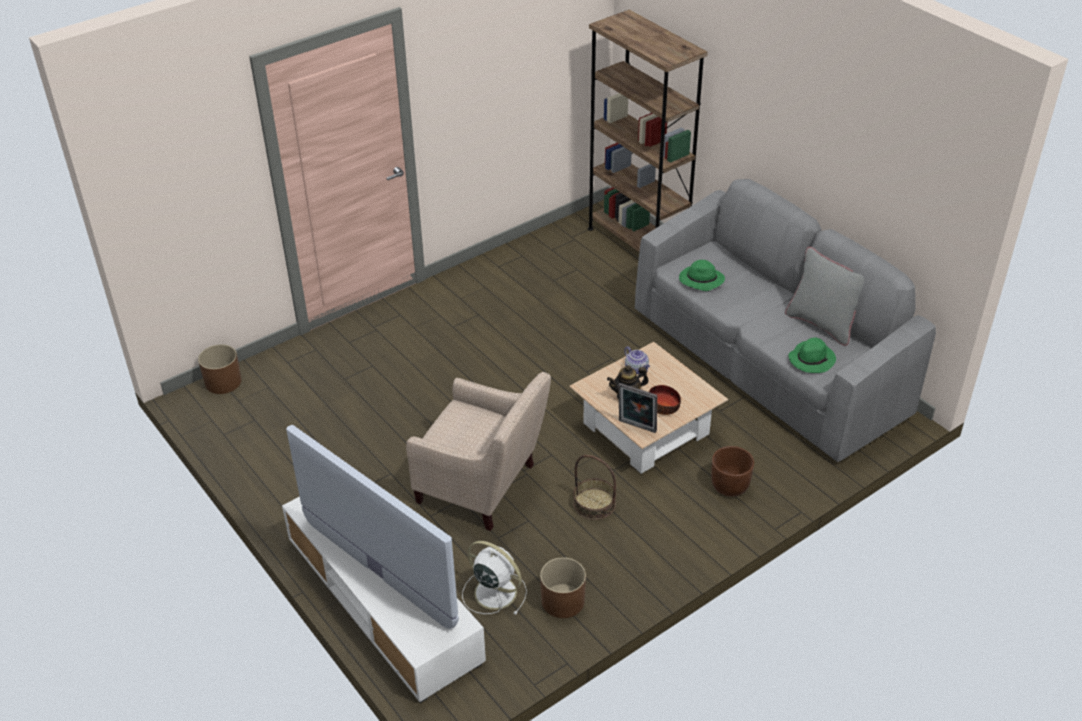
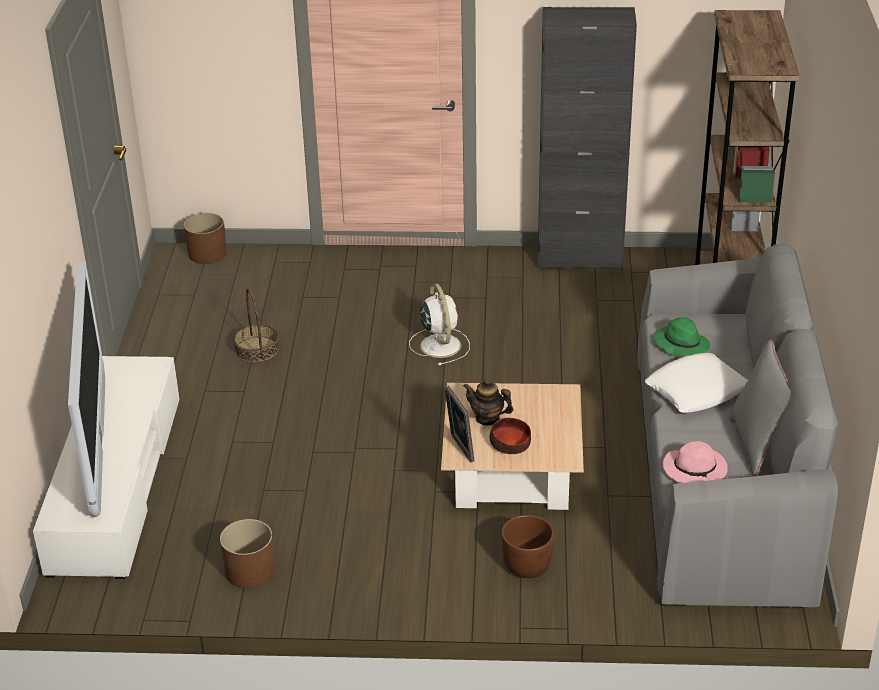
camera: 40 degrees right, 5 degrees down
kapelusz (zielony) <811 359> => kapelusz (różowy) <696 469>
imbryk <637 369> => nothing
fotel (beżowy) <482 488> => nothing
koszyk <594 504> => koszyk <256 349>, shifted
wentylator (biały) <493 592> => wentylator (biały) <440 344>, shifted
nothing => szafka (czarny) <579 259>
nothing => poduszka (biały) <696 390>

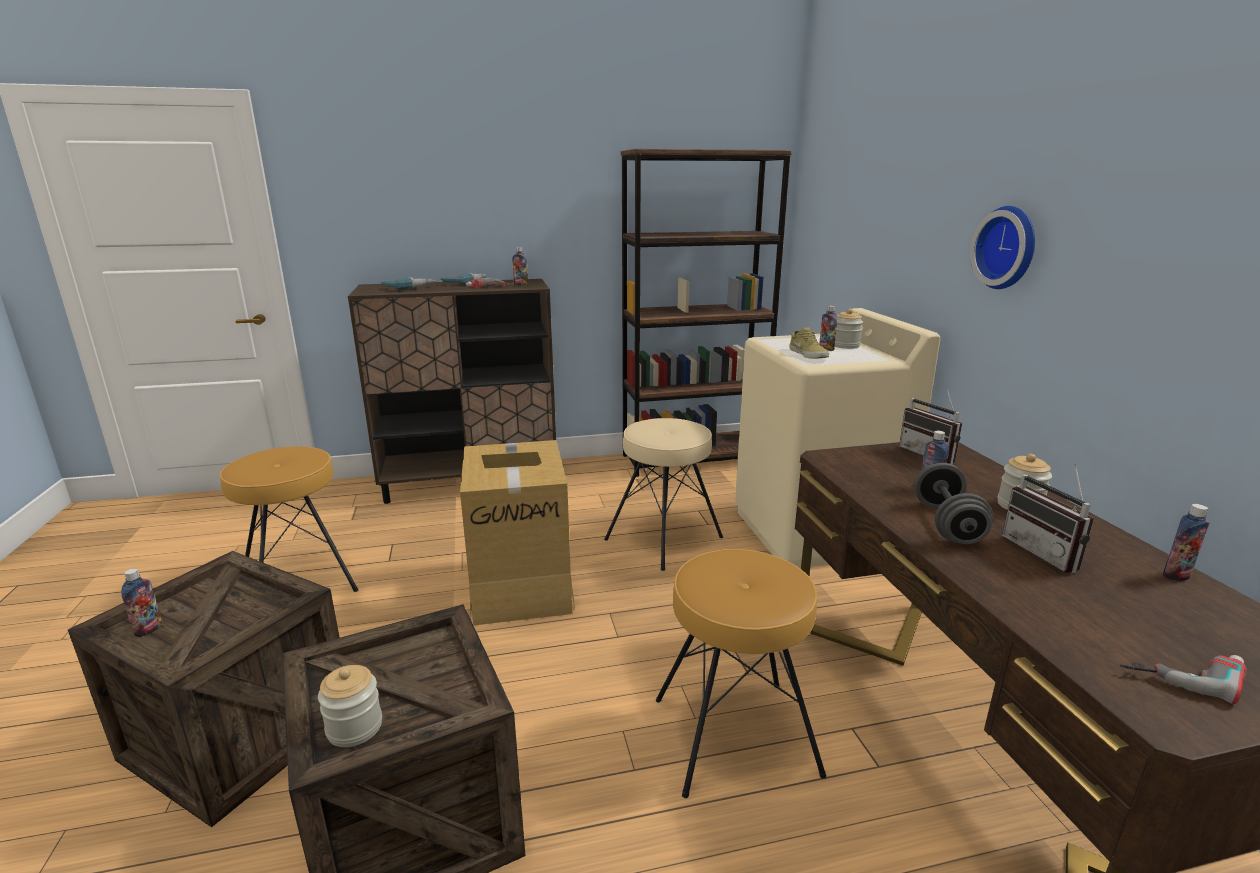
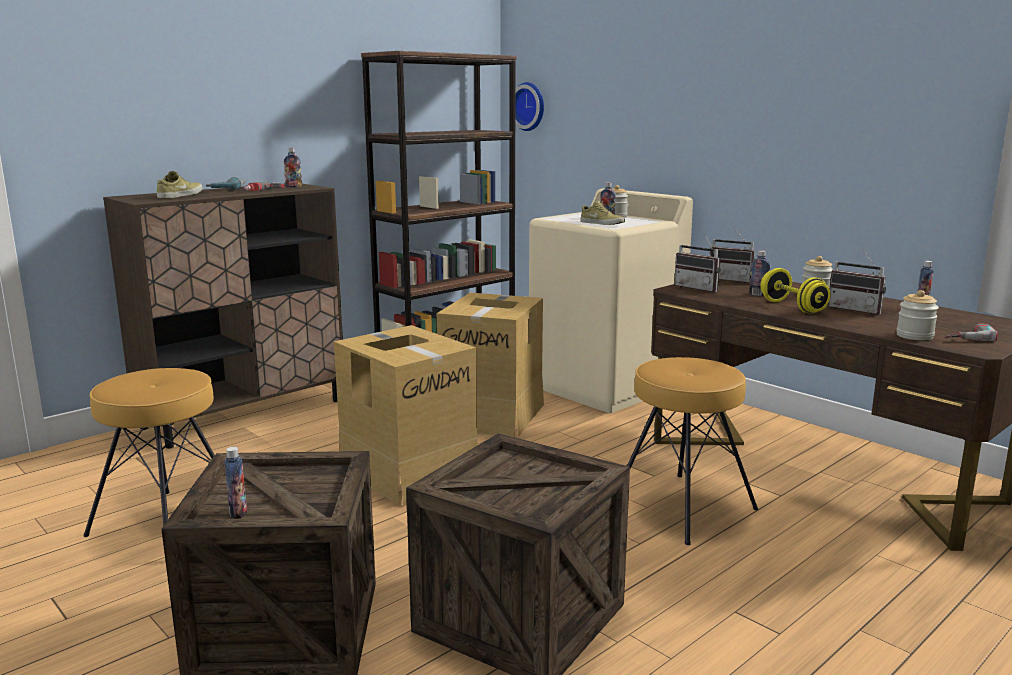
camera: 30 degrees left, 5 degrees down
zegar ścienny <1008 248> => zegar ścienny <530 106>, shifted
wiertarka <408 288> => but (beżowy) <179 195>
stołek (beżowy) <664 538> => karton <493 415>
hantel (szary) <947 524> => hantel (żółty) <792 307>
słoik <354 727> => słoik <914 336>, shifted
nothing => radio <699 288>

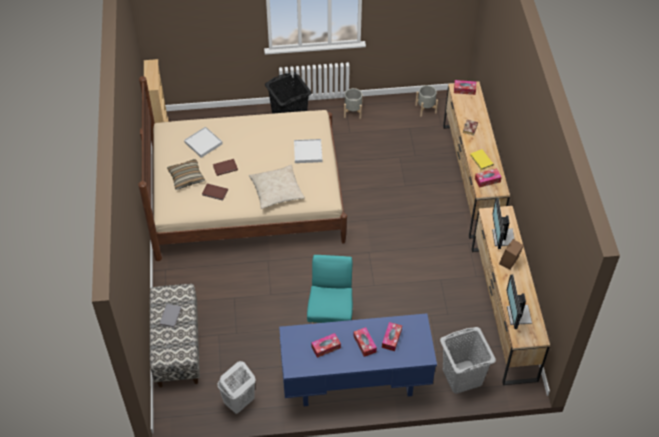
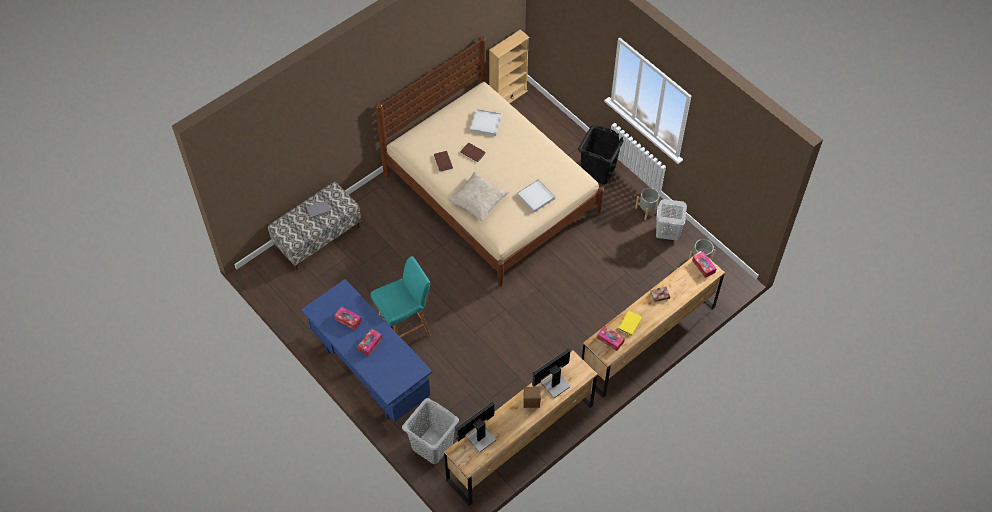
camera: 55 degrees right, 5 degrees up
poduszka <186 177> => nothing
pudełko chusteczek <391 338> => nothing
kosz na pranie (biały) <239 402> => kosz na pranie (biały) <666 234>, shifted

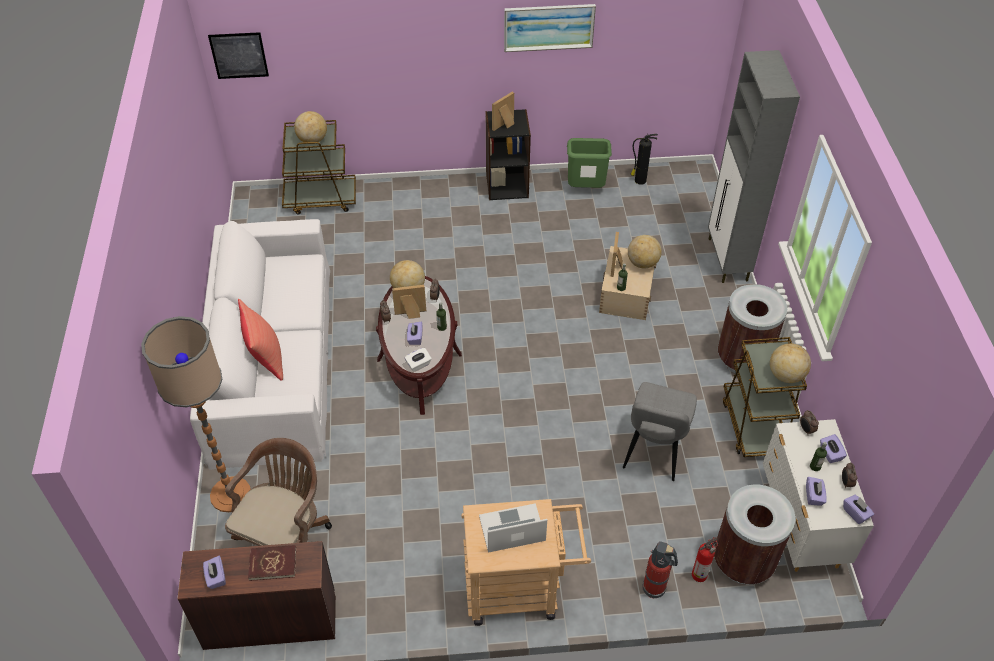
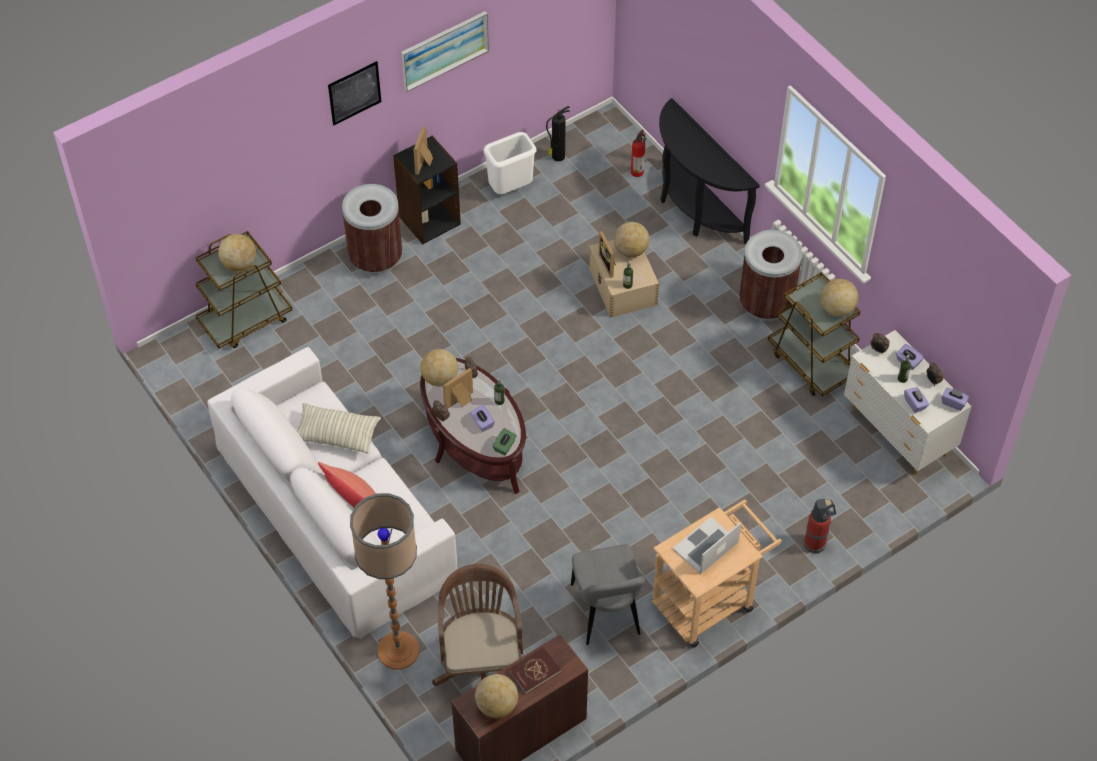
camera: 30 degrees left, 5 degrees up
obraz <239 55> => obraz <354 93>, shifted
szafka (szary) <727 260> => stolik konsolowy (czarny) <694 209>
kosz na śmieci (zielony) <586 188> => kosz na śmieci (biały) <510 189>
pudełko chusteczek (biały) <418 364> => pudełko chusteczek (zielony) <505 446>
krzesło (szary) <654 451> => krzesło (szary) <606 613>, shifted
kosz na śmieci (brązowy) <743 561> => kosz na śmieci (brązowy) <376 257>, shifted
gaśnica <700 574> => gaśnica <637 171>, shifted
pudełko chusteczek (fioletowy) <216 577> => globus <497 705>
nothing => poduszka <336 435>

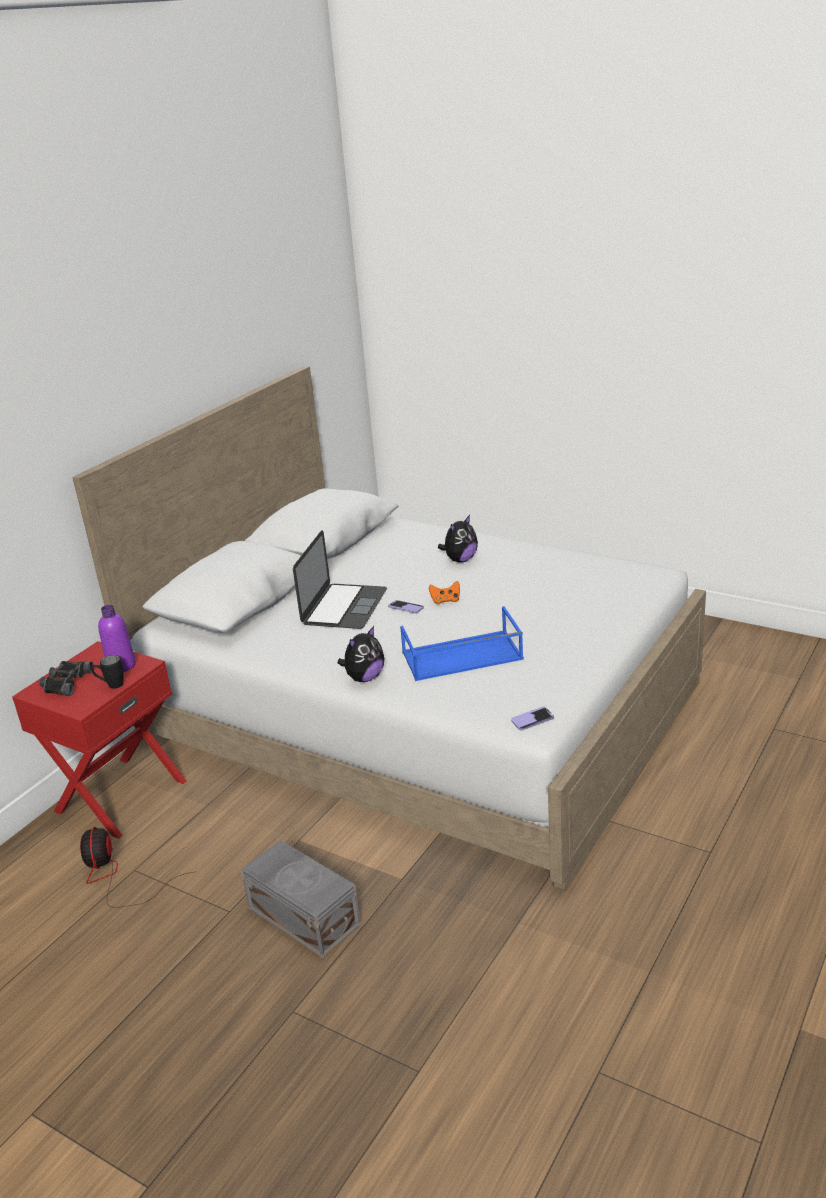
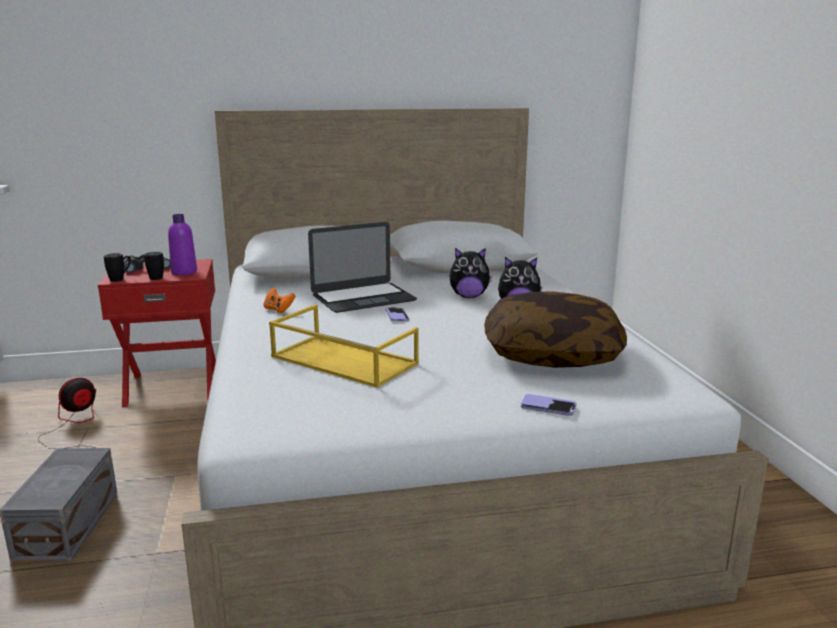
camera: 45 degrees right, 10 degrees down
pad do gier (pomarańczowy) <445 600> => pad do gier (pomarańczowy) <278 310>, shifted
taca (niebieski) <461 657> => taca (żółty) <342 360>
pluszak <364 678> => pluszak <469 296>, shifted
telefon <532 719> => telefon <548 407>, shifted
nothing => kubek (czarny) <120 279>
nothing => poduszka <552 353>

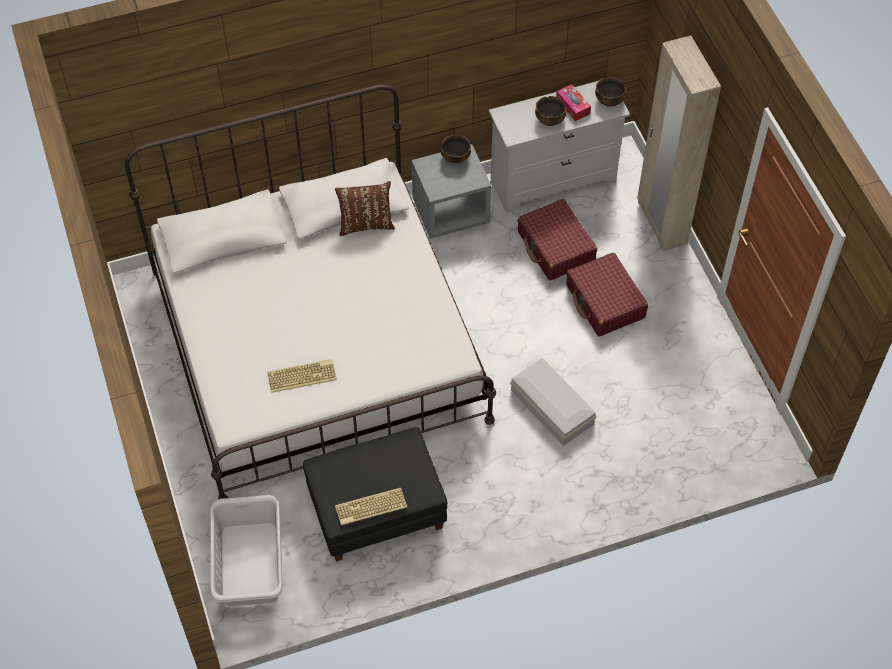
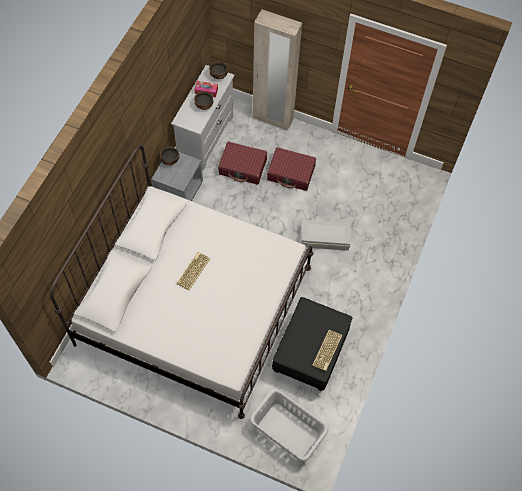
camera: 50 degrees left, 5 degrees up
poduszka (brązowy) <366 224> => nothing
klawiatura <302 375> => klawiatura <193 270>, shifted

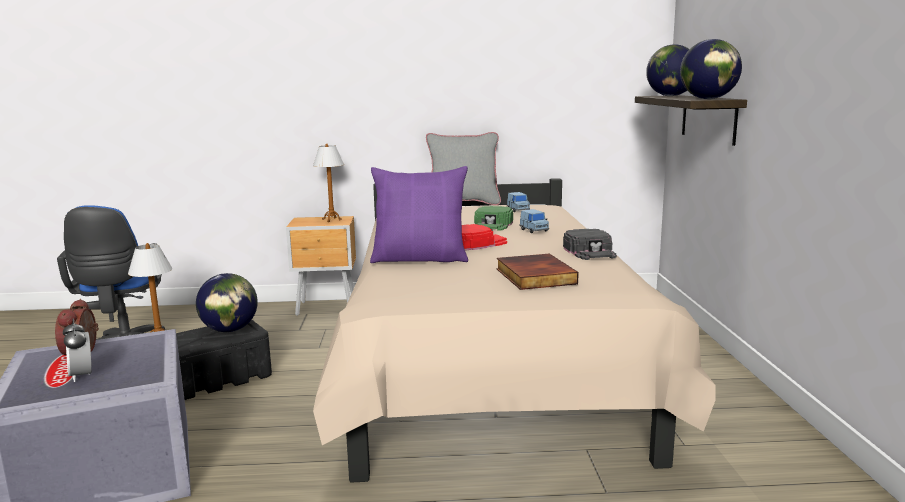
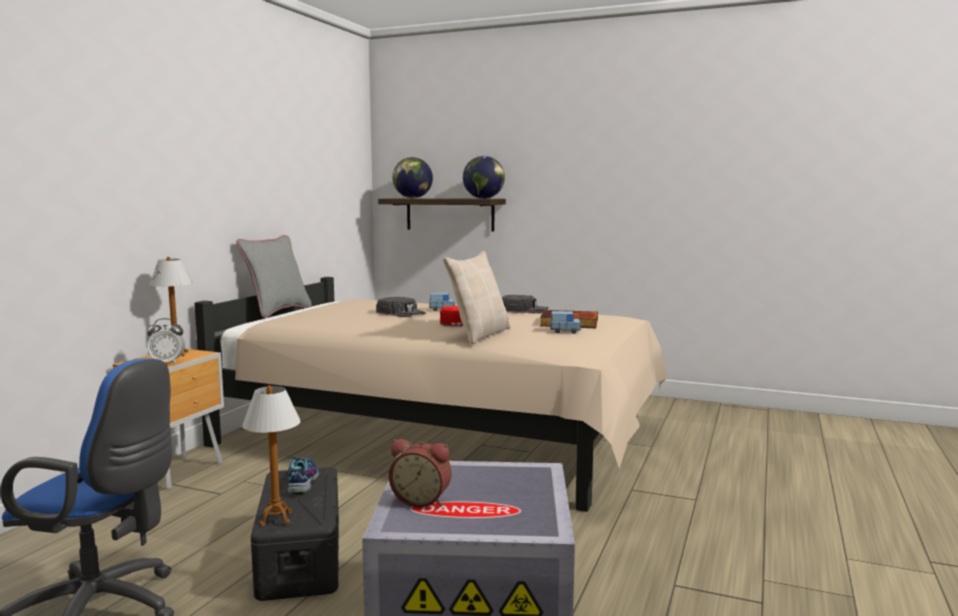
camera: 65 degrees left, 5 degrees down
poduszka (fioletowy) <420 258> => poduszka (beżowy) <479 335>
samochodzik (niebieski) <518 210> => samochodzik (niebieski) <565 331>, shifted
czapka z daszkiem (zielony) <493 224> => czapka z daszkiem (czarny) <401 313>
globus <229 330> => but <301 481>
budzik <82 375> => budzik <167 363>, shifted

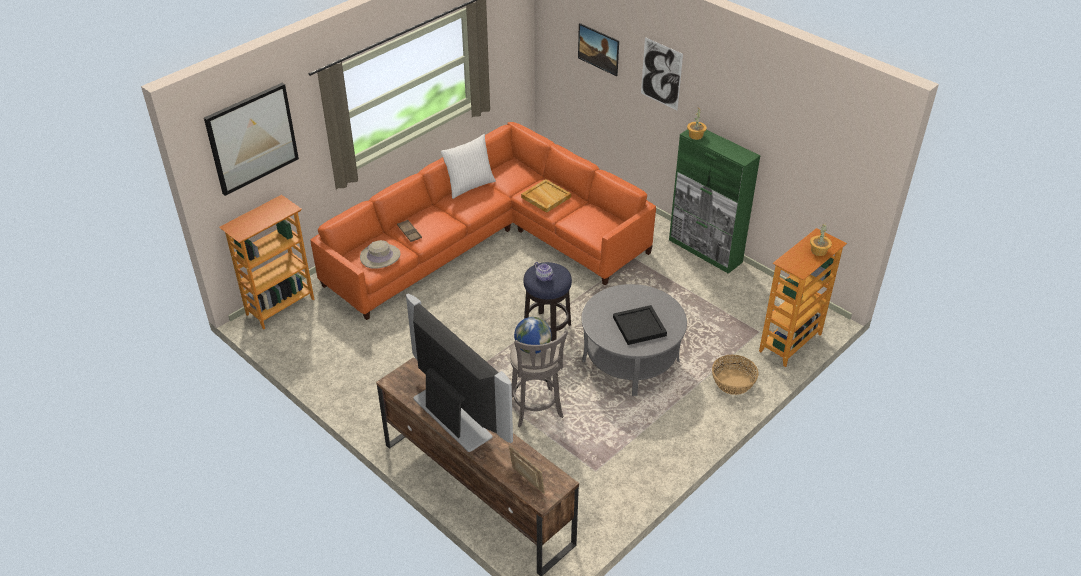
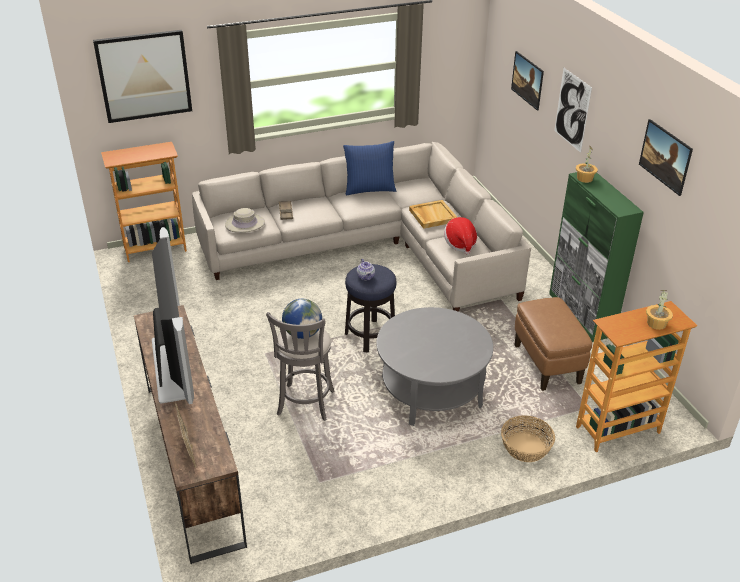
camera: 25 degrees right, 5 degrees down
kanapa (pomarańczowy) <489 241> => kanapa (beżowy) <372 247>
poduszka (biały) <469 185> => poduszka (niebieski) <369 189>
taca (czarny) <639 326> => nothing
nothing => obraz <662 168>
nothing => kapelusz <460 244>
nothing => pufa (brązowy) <547 364>

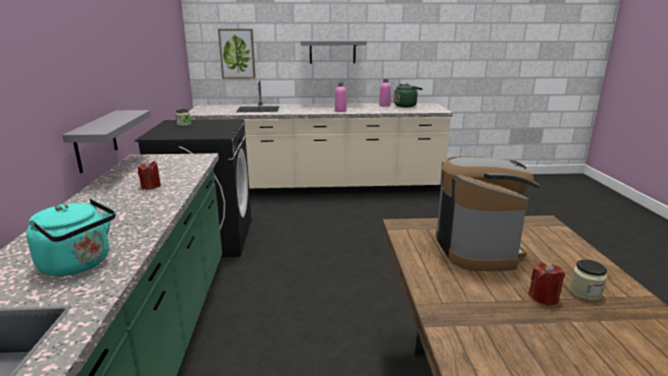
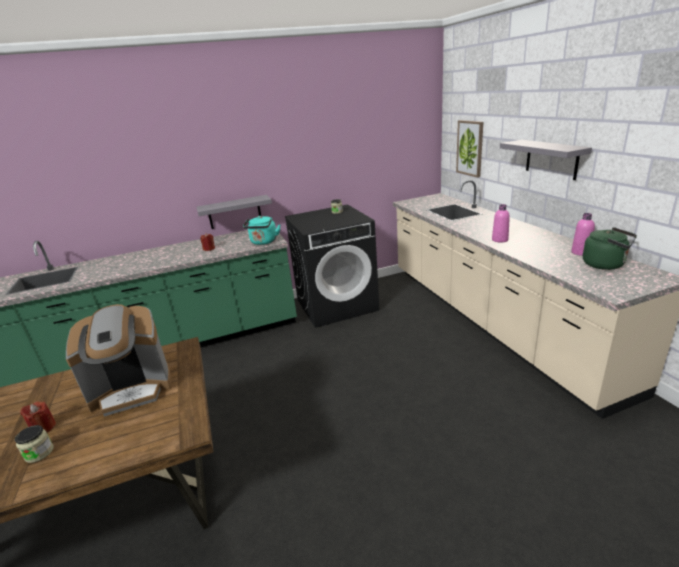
camera: 75 degrees right, 5 degrees up
czajnik (turkusowy) <79 264> => czajnik (turkusowy) <263 242>, shifted

